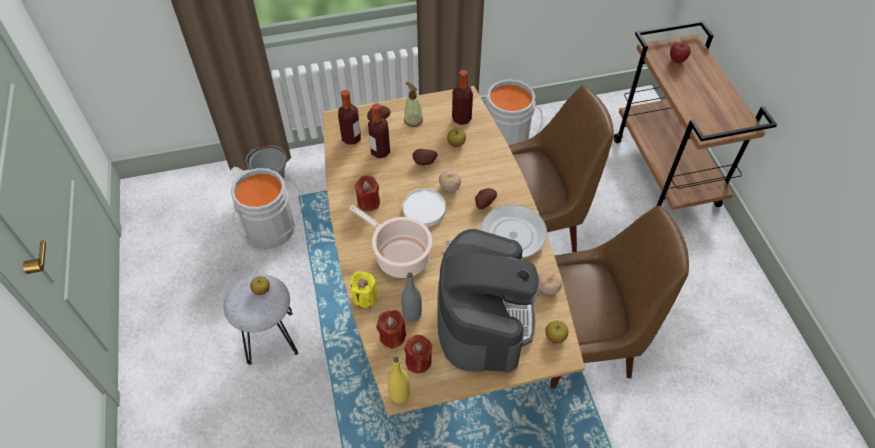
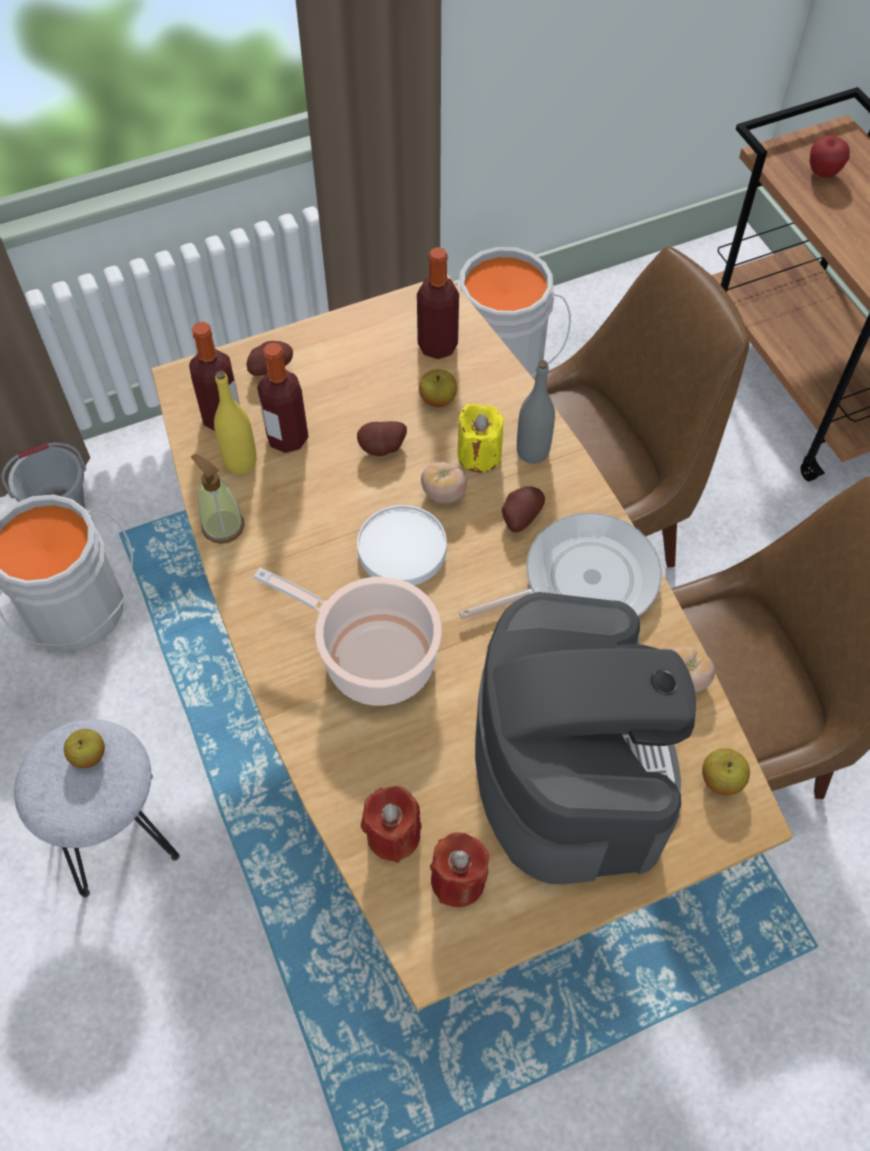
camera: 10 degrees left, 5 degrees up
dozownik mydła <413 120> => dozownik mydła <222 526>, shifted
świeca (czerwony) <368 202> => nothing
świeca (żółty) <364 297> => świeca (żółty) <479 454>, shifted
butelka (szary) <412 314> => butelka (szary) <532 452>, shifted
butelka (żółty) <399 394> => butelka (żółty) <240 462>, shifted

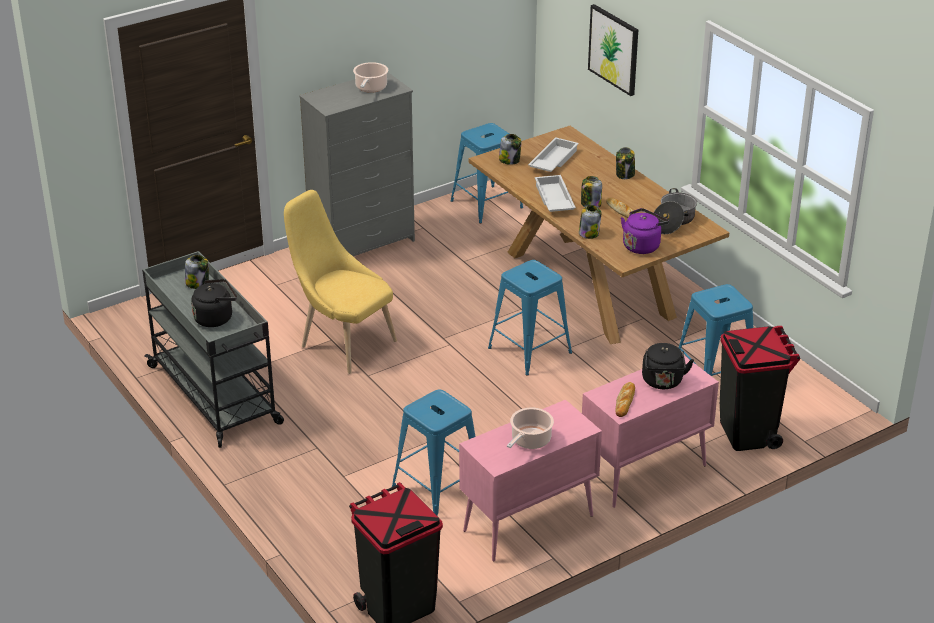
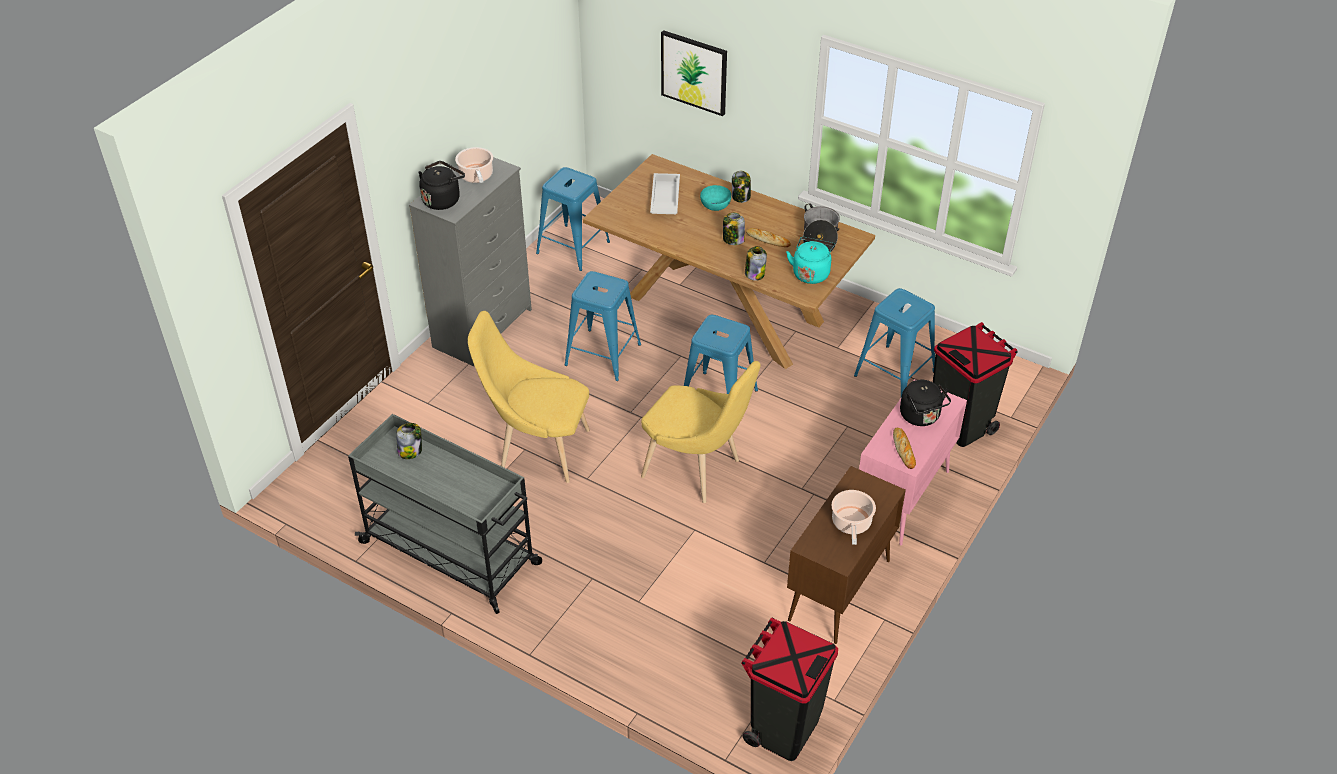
camera: 25 degrees left, 10 degrees up
słoik <510 160> => nothing
taca (biały) <553 199> => nothing
czajnik (fioletowy) <642 245> => czajnik (turkusowy) <811 273>
czajnik (czarny) <215 318> => czajnik (czarny) <443 199>, shifted
stołek (niebieski) <439 488> => stołek (niebieski) <603 354>, shifted
szafka (różowy) <527 524> => szafka (brązowy) <839 591>
nothing => miska (turkusowy) <715 206>
nothing => krzesło (żółty) <697 470>

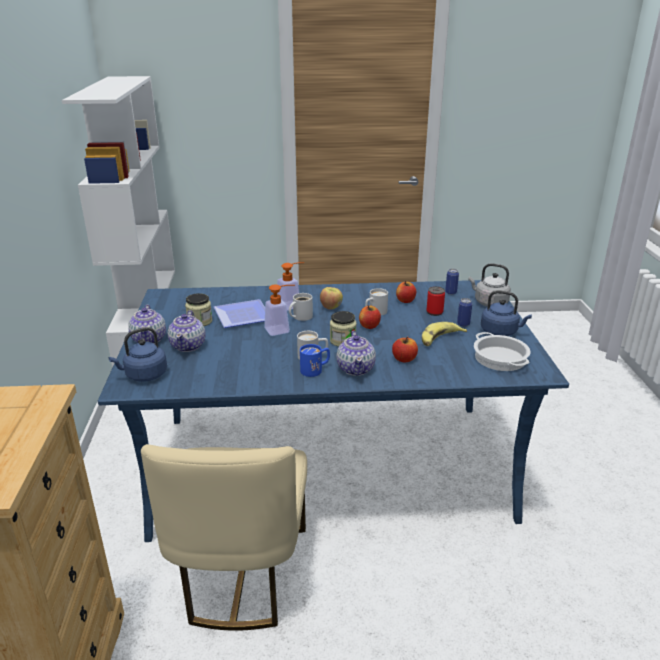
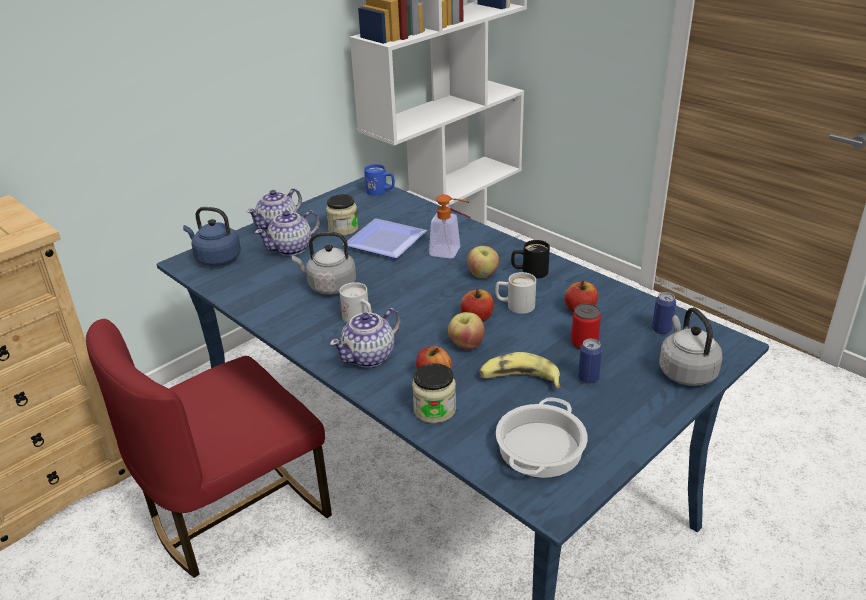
camera: 50 degrees right, 5 degrees up
dozownik mydła <281 329> => nothing
czajnik (niebieski) <501 332> => nothing
kubek (biały) <300 316> => nothing
słoik <342 341> => słoik <434 410>, shifted
kubek (niebieski) <315 370> => kubek (niebieski) <381 191>, shifted
krzesło (beżowy) <241 573> => krzesło (czerwony) <234 510>
nothing => czajnik (szary) <329 286>
nothing => kubek (czarny) <529 272>
nothing => jabłko <466 345>

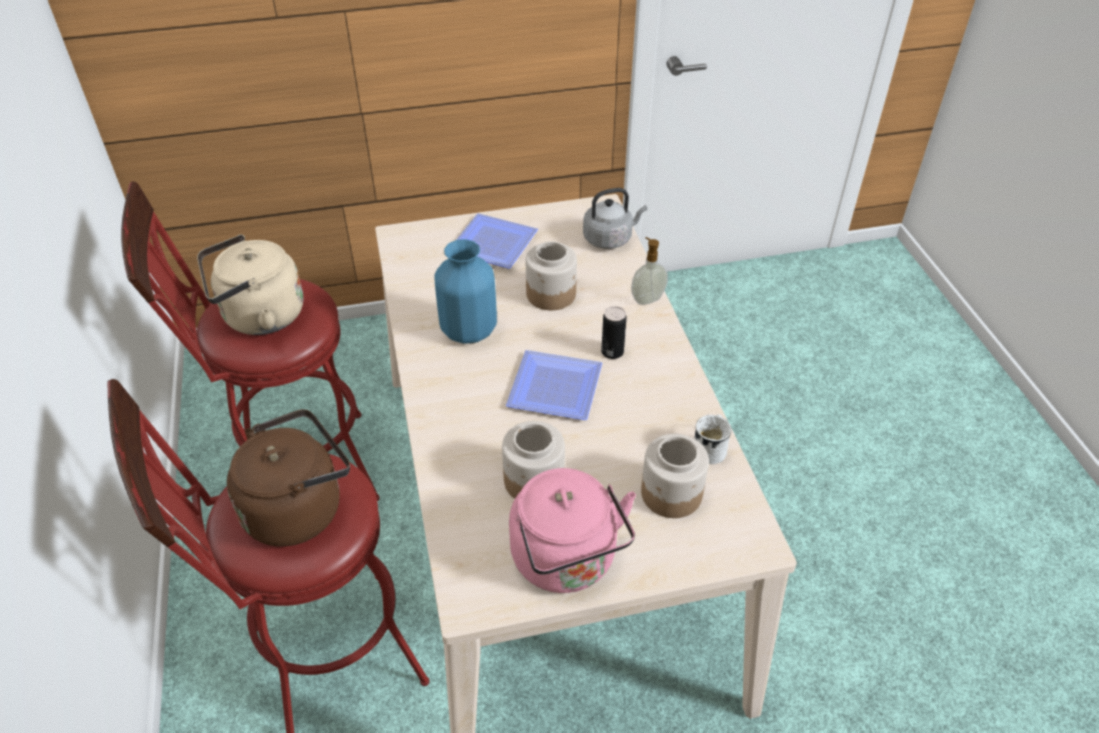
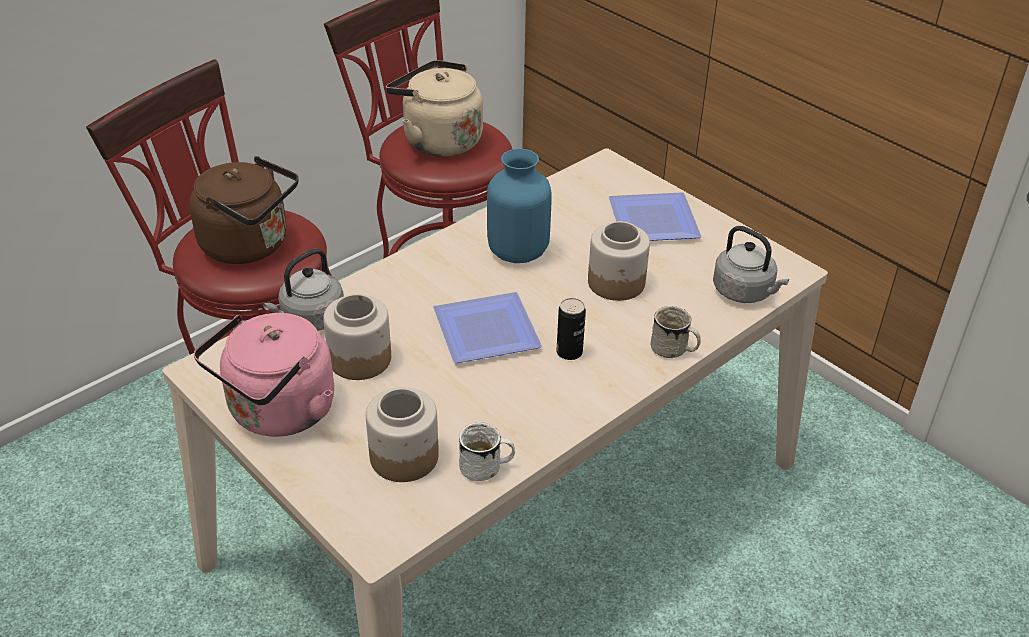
camera: 60 degrees right, 5 degrees down
dozownik mydła <647 298> => kubek (biały) <674 350>
nothing => czajnik (szary) <310 320>

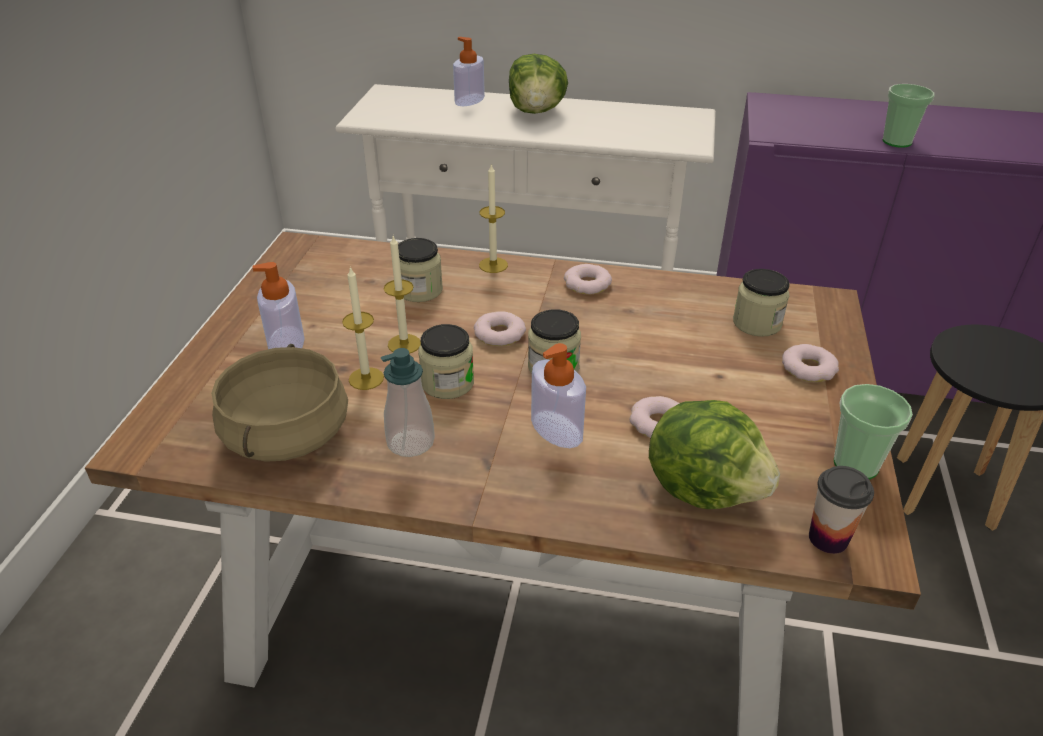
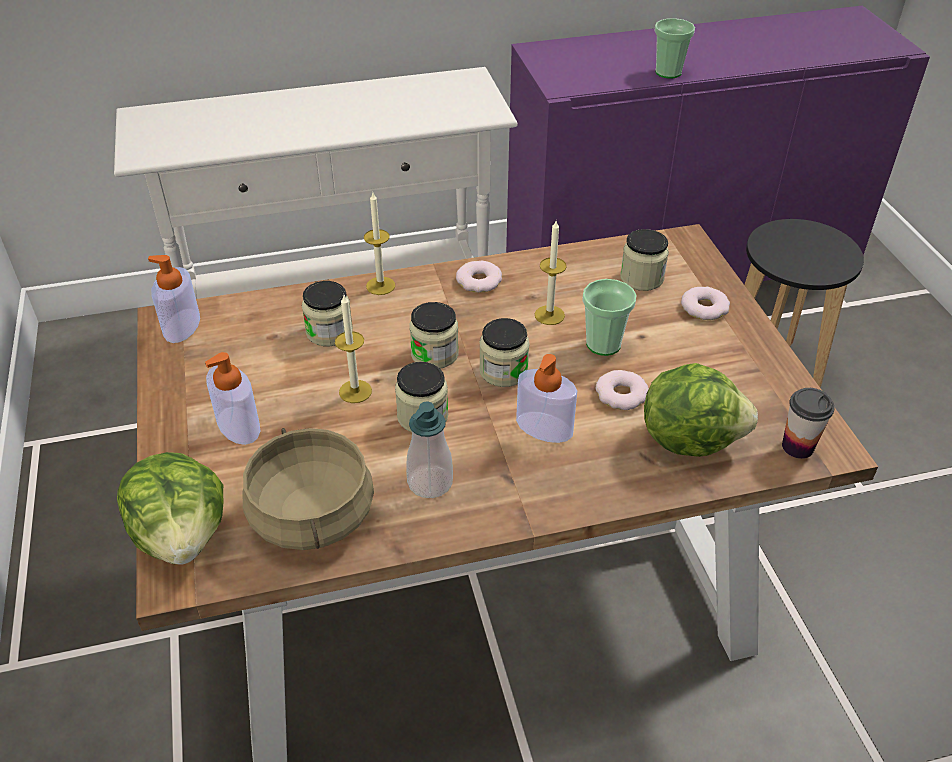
camera: 25 degrees left, 5 degrees up
dozownik mydła <469 100> => dozownik mydła <182 326>, shifted
sałata <537 111> => sałata <182 536>, shifted
świeca <366 378> => świeca <549 315>, shifted
donut <499 334> => słoik <434 354>
filiżanka <856 464> => filiżanka <603 344>, shifted

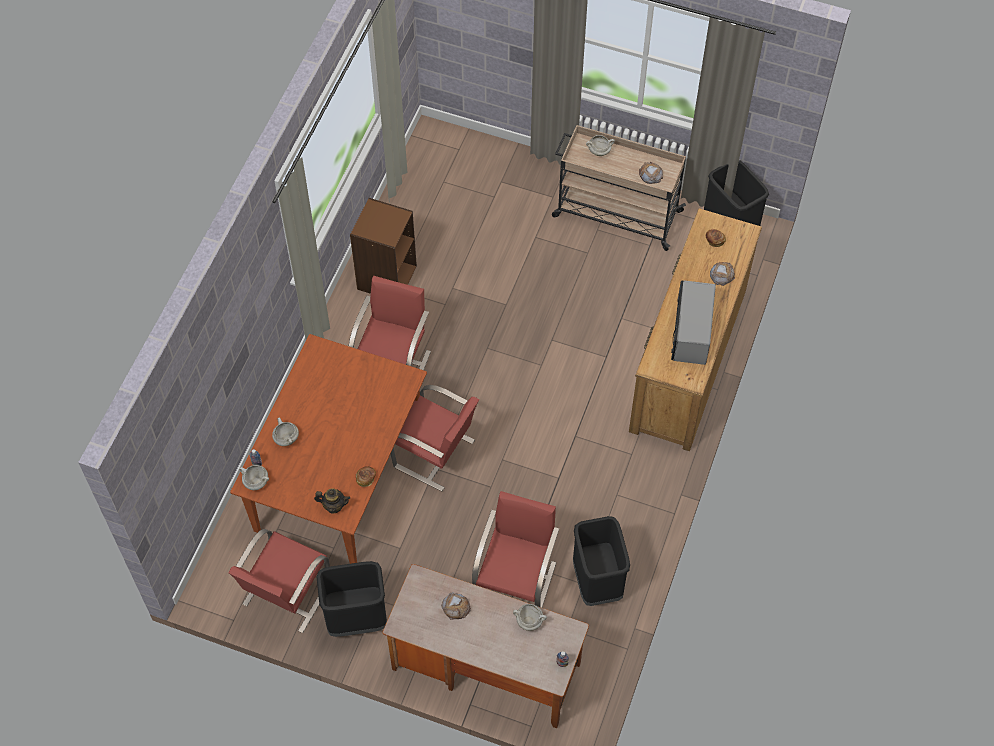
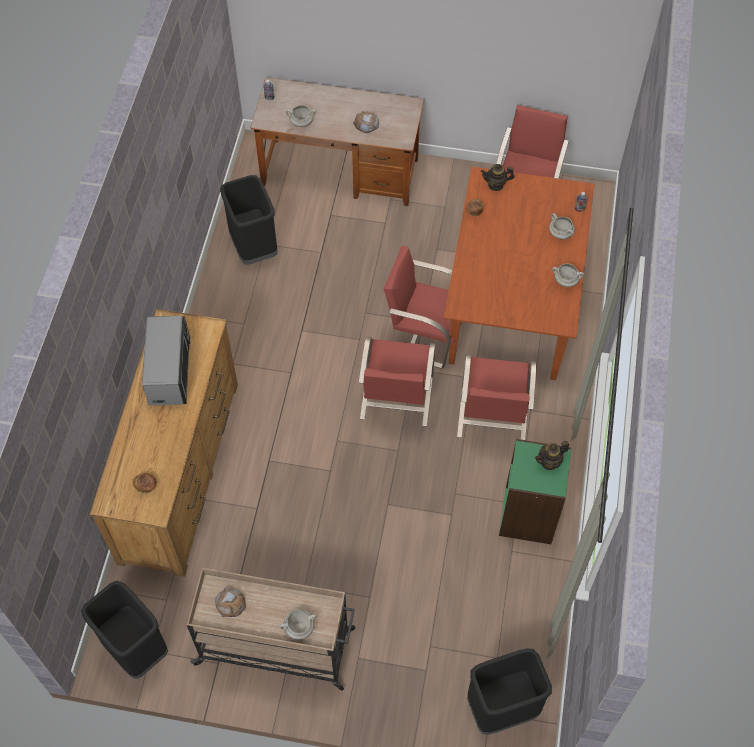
camera: 170 degrees right, 0 degrees up
regał (brązowy) <386 277> => regał (zielony) <529 516>
chleb <722 274> => nothing
garnek (biały) <255 482> => garnek (biały) <566 281>, shifted
krzesło (czerwony) <516 577> => krzesło (czerwony) <395 399>, shifted
kosz na śmieci (czarny) <357 618> => kosz na śmieci (czarny) <502 708>, shifted
nothing => imbryk <549 462>

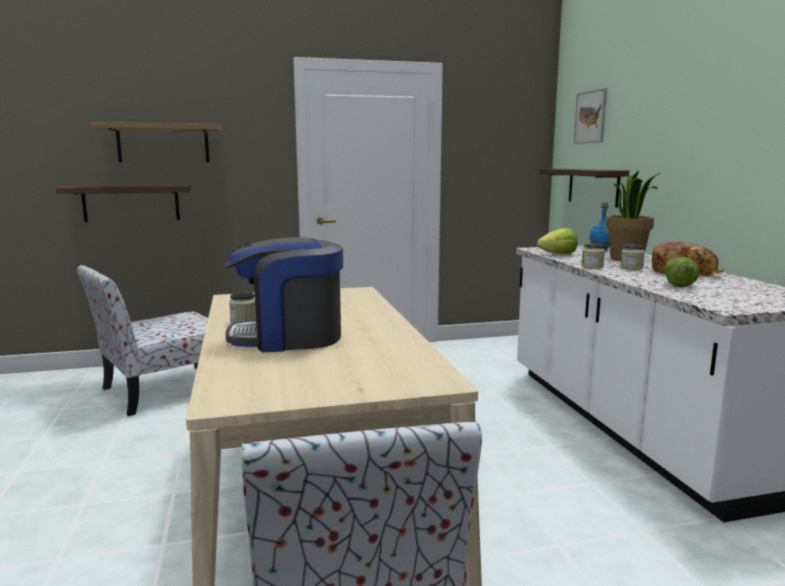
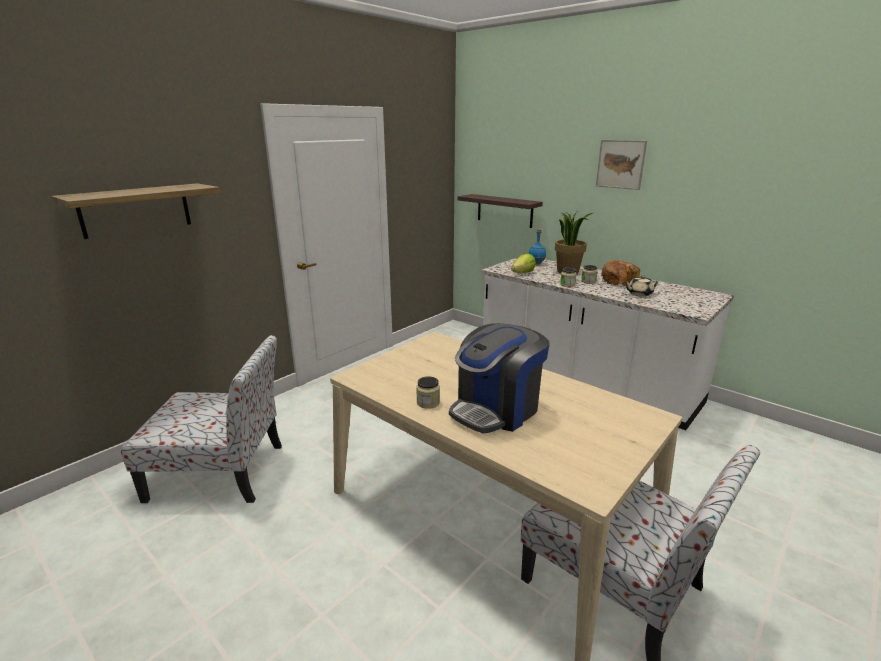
camera: 35 degrees left, 10 degrees up
obraz <590 117> => obraz <620 164>, shifted
półka <131 203> => nothing
sałata <678 284> => imbryk (beżowy) <639 294>
krzesło <164 390> => krzesło <221 472>, 105 degrees counterclockwise

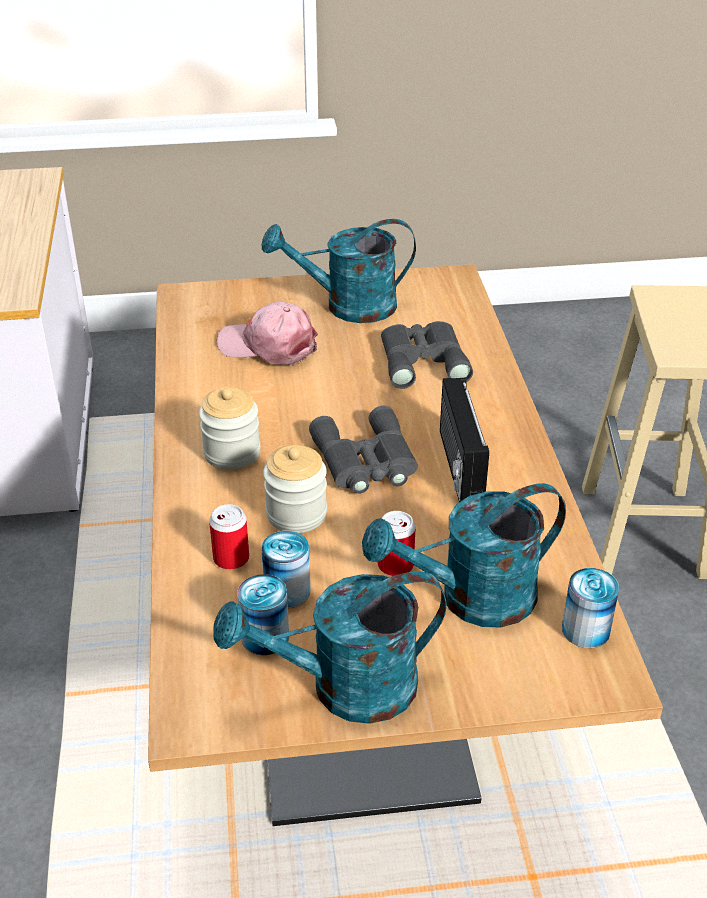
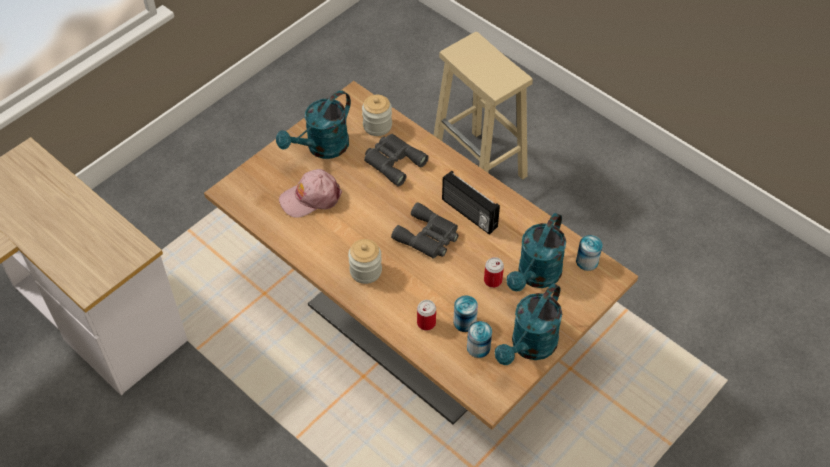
camera: 40 degrees left, 15 degrees up
słoik <296 514> => słoik <377 126>, shifted

